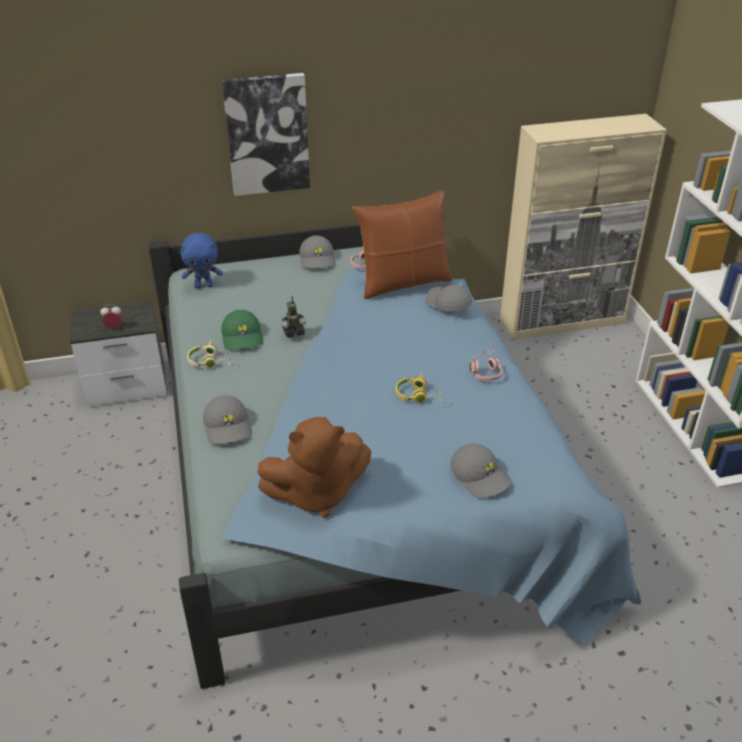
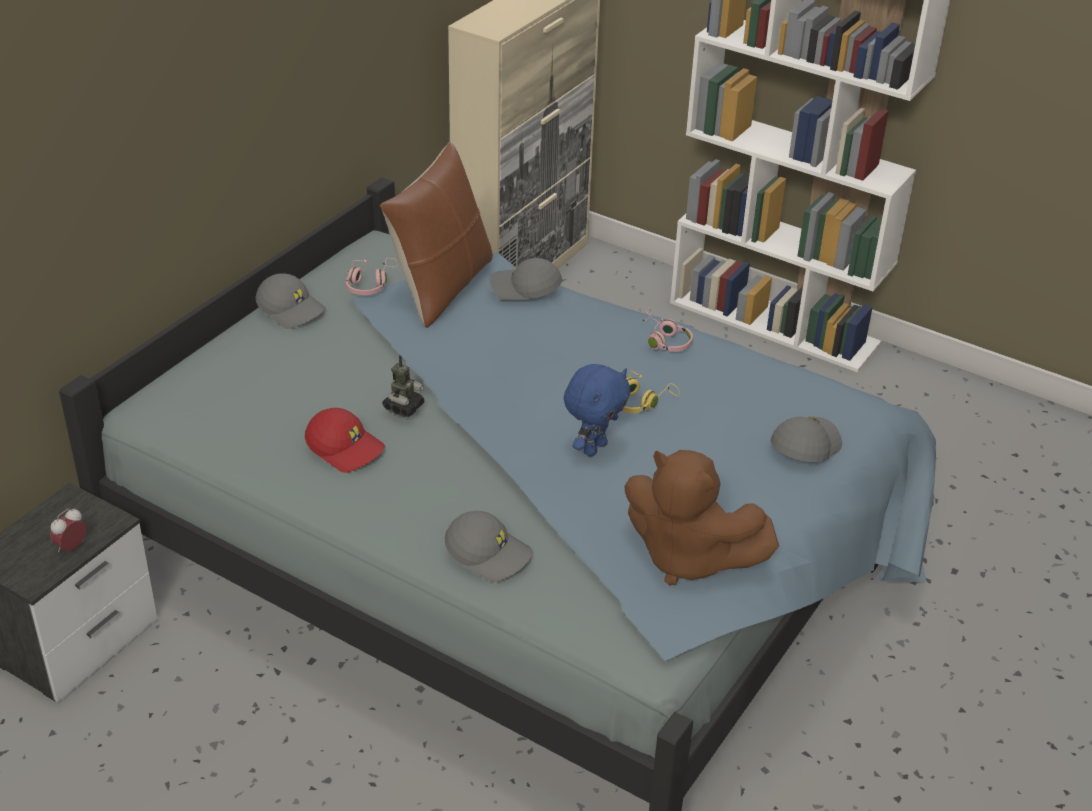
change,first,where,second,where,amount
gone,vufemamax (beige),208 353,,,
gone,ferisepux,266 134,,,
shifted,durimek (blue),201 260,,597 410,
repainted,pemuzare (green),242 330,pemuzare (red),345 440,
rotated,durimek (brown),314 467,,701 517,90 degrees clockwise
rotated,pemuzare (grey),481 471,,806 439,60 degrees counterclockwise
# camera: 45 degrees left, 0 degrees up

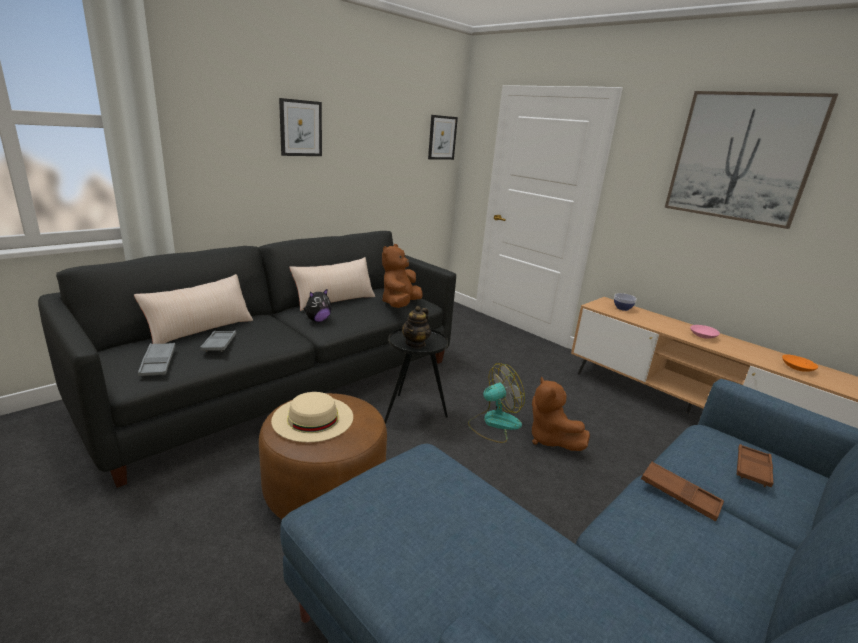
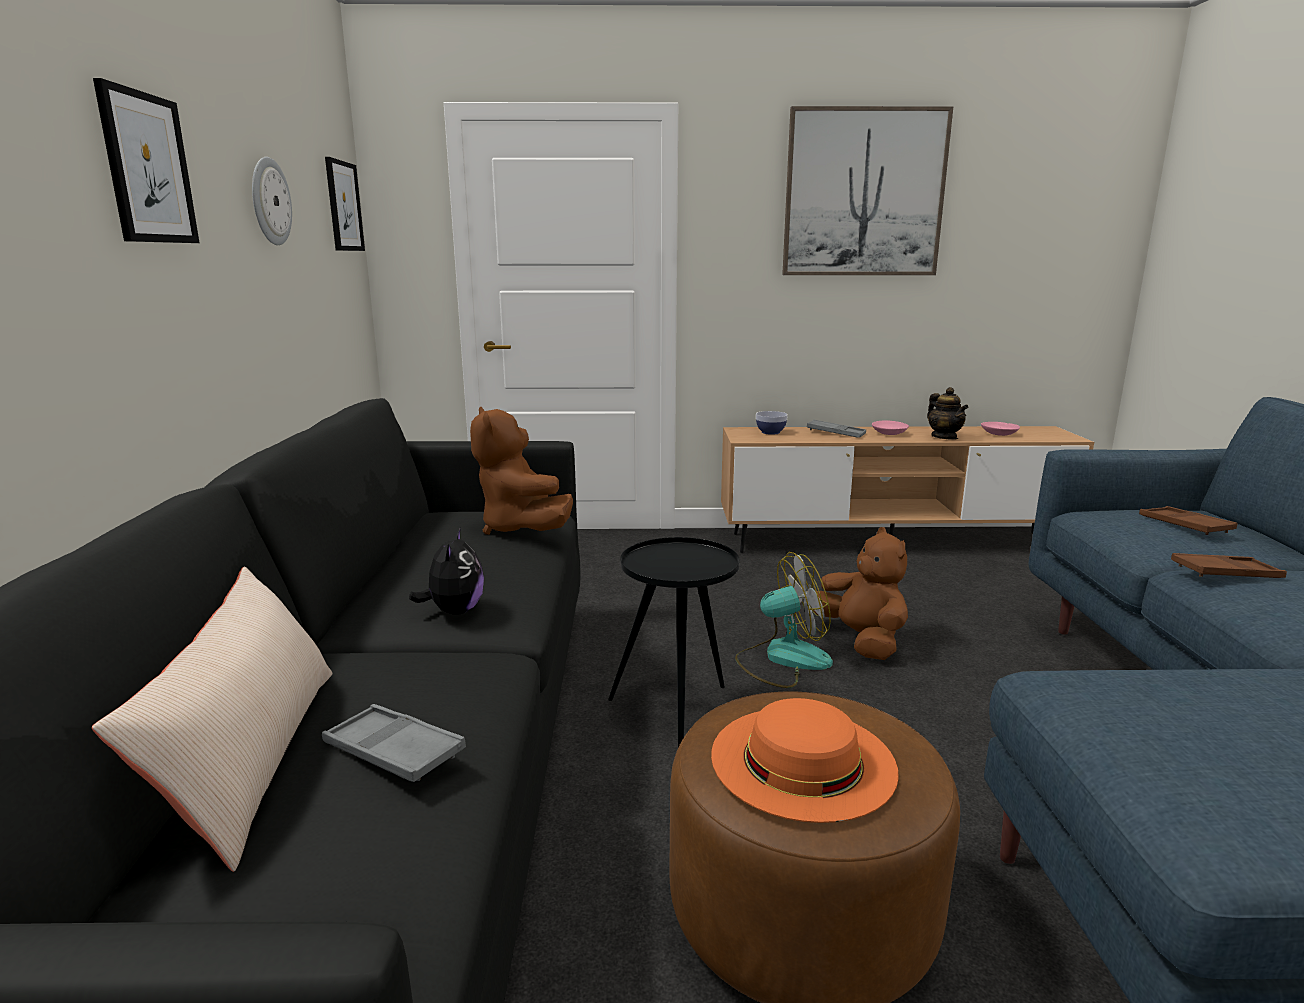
change,first,where,second,where,amount
gone,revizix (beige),332 284,,,
new,,,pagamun,272 201,
shifted,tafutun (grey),156 359,,836 428,
shifted,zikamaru,416 327,,947 413,
repainted,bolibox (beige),312 417,bolibox (orange),805 760,
repainted,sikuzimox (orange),800 363,sikuzimox (pink),1000 429,
rotated,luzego,496 403,,784 620,60 degrees clockwise
rotated,durimek (brown),561 413,,859 593,135 degrees counterclockwise
# camera: 45 degrees left, 5 degrees down

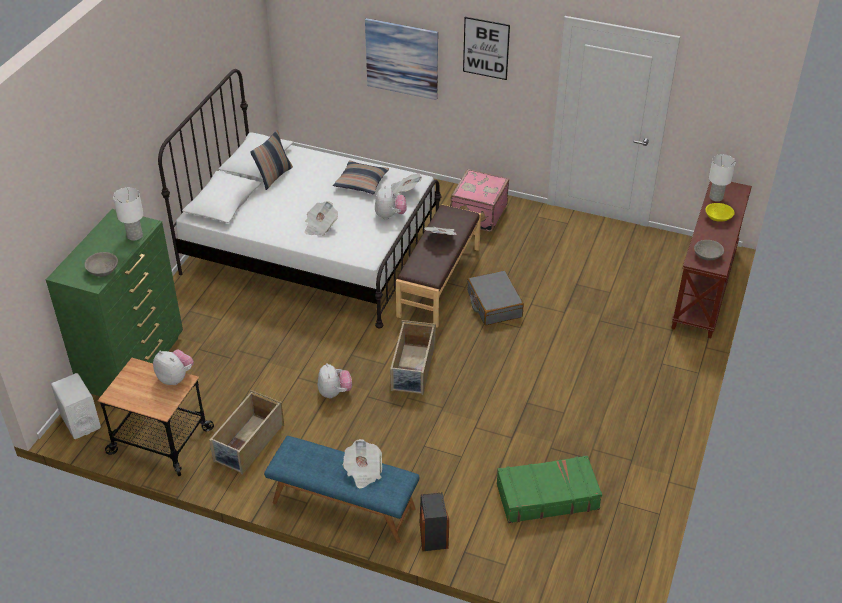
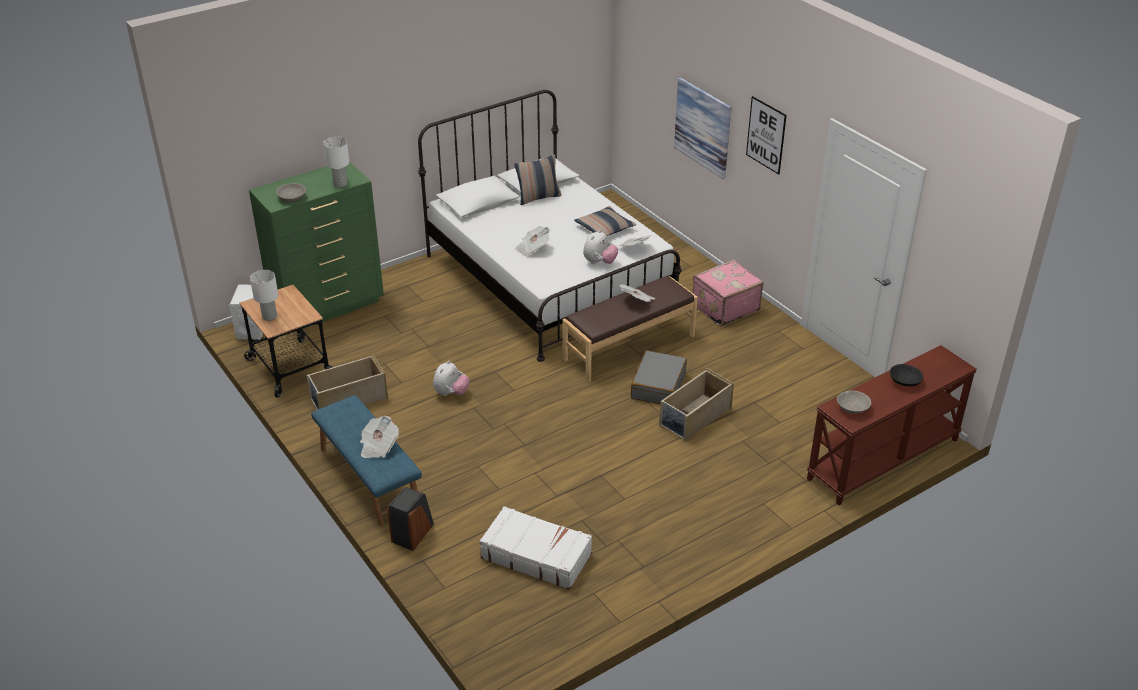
change,first,where,second,where,amount
gone,durimek,173 367,,,
shifted,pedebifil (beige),413 357,,696 405,
shifted,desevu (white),722 178,,264 295,
repainted,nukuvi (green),549 489,nukuvi (white),536 548,
repainted,sikuzimox (yellow),720 212,sikuzimox (black),906 375,
# camera: 35 degrees right, 5 degrees down

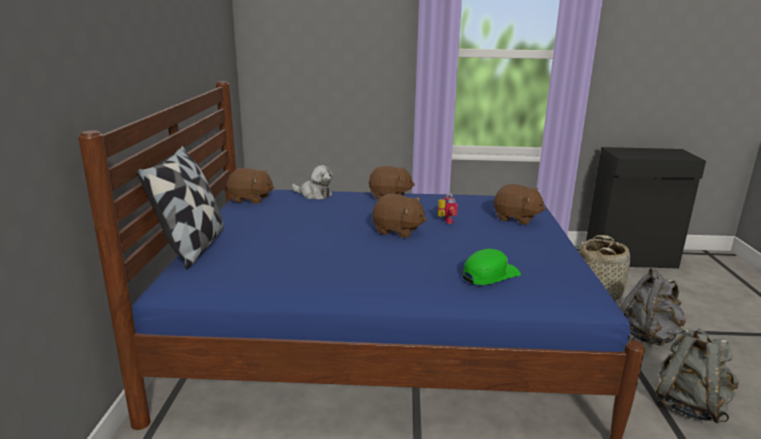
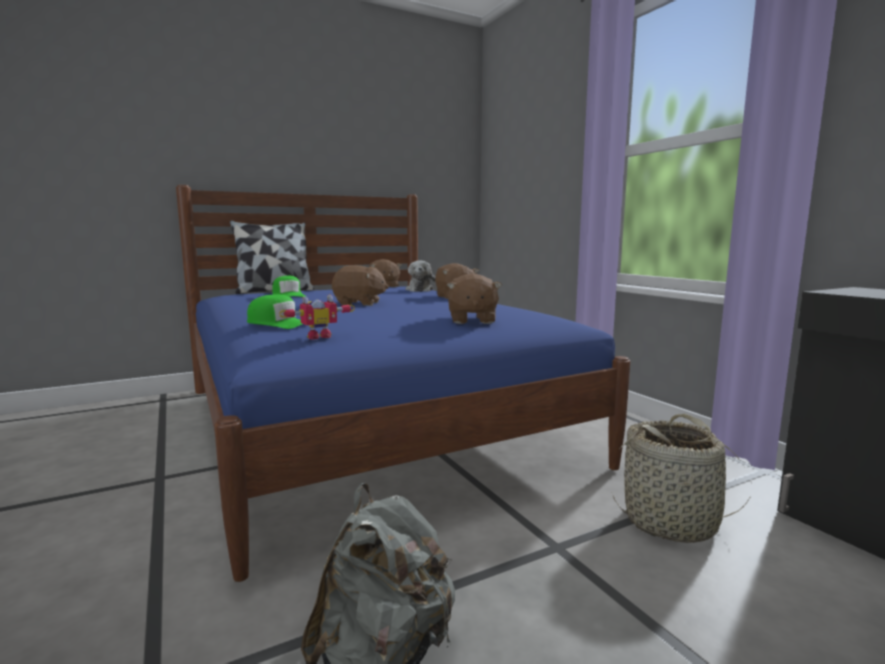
change,first,where,second,where,amount
gone,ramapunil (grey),653 306,,,
new,,,pemuzare (green),289 286,
shifted,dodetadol,447 208,,317 317,
rotated,durimek (brown),399 216,,360 285,75 degrees counterclockwise
# camera: 60 degrees right, 10 degrees down

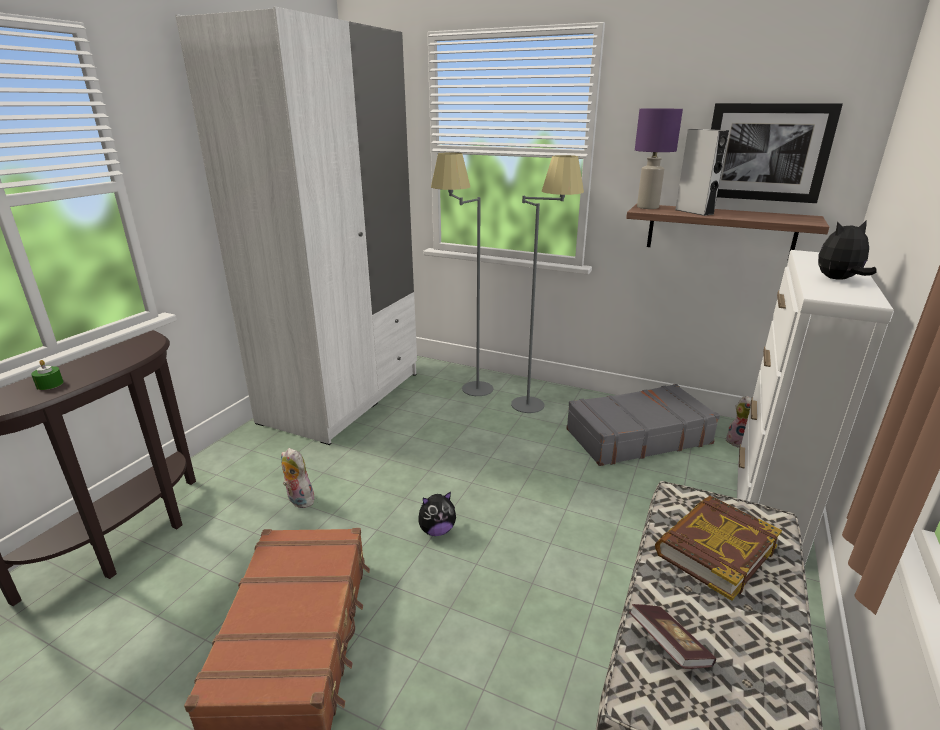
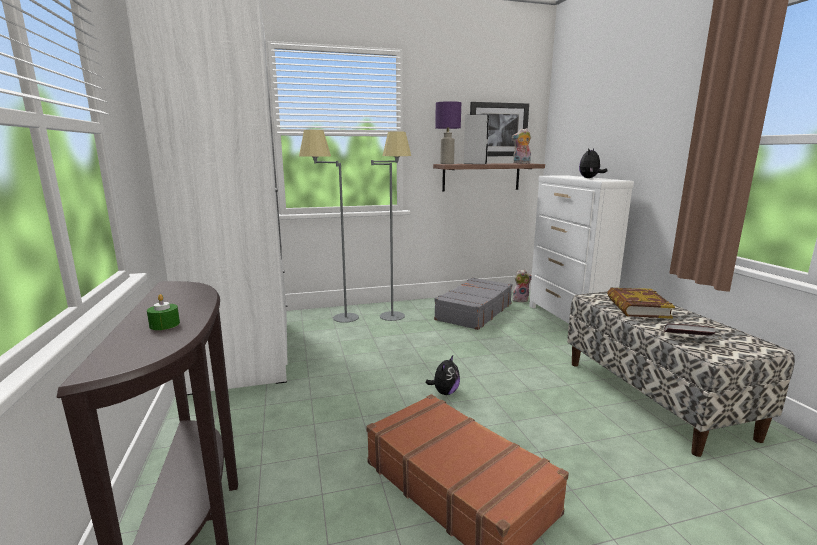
change,first,where,second,where,amount
shifted,durimek,298 478,,521 146,
# camera: 40 degrees left, 10 degrees down

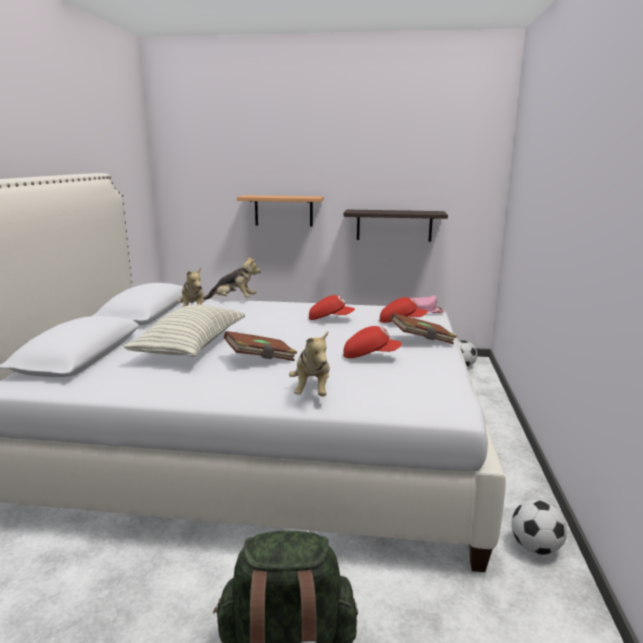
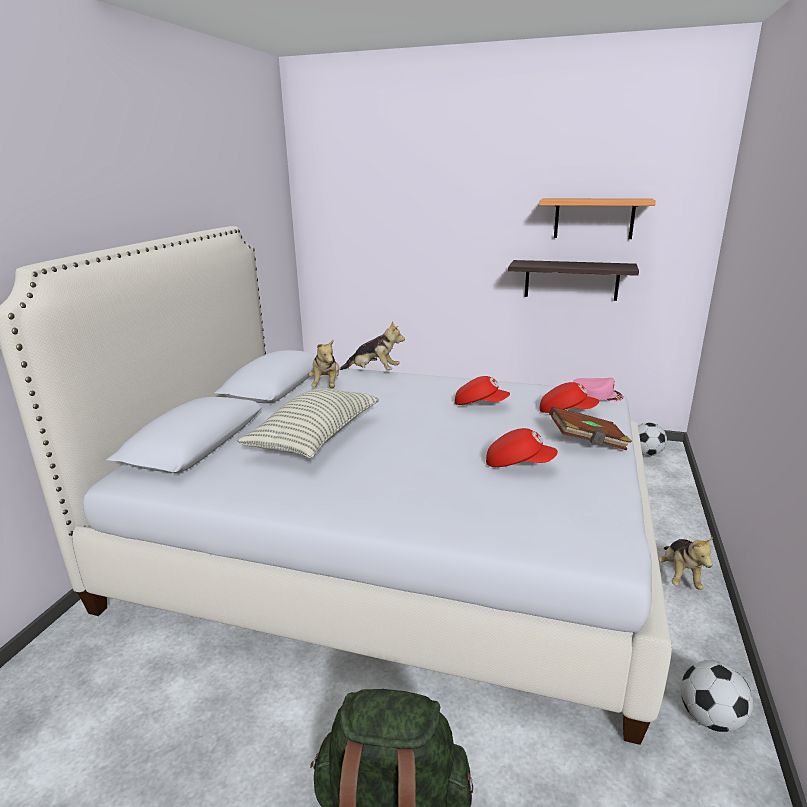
change,first,where,second,where,amount
gone,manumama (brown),260 346,,,
shifted,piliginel,280 211,,597 218,
shifted,durimek,309 364,,685 563,
# camera: 10 degrees right, 5 degrees up

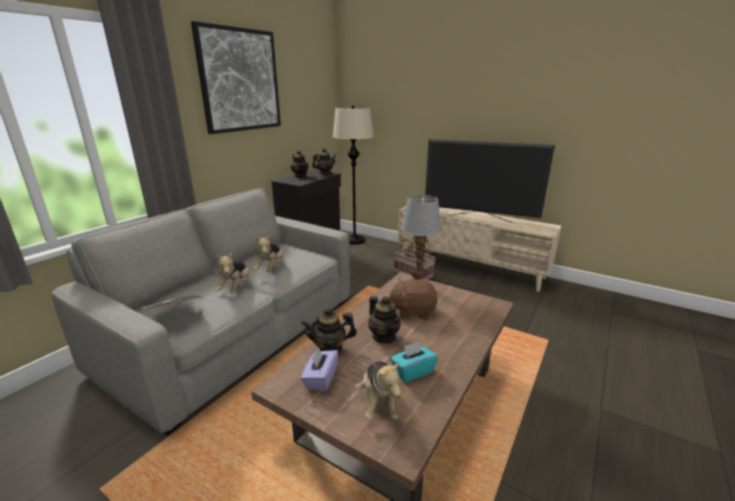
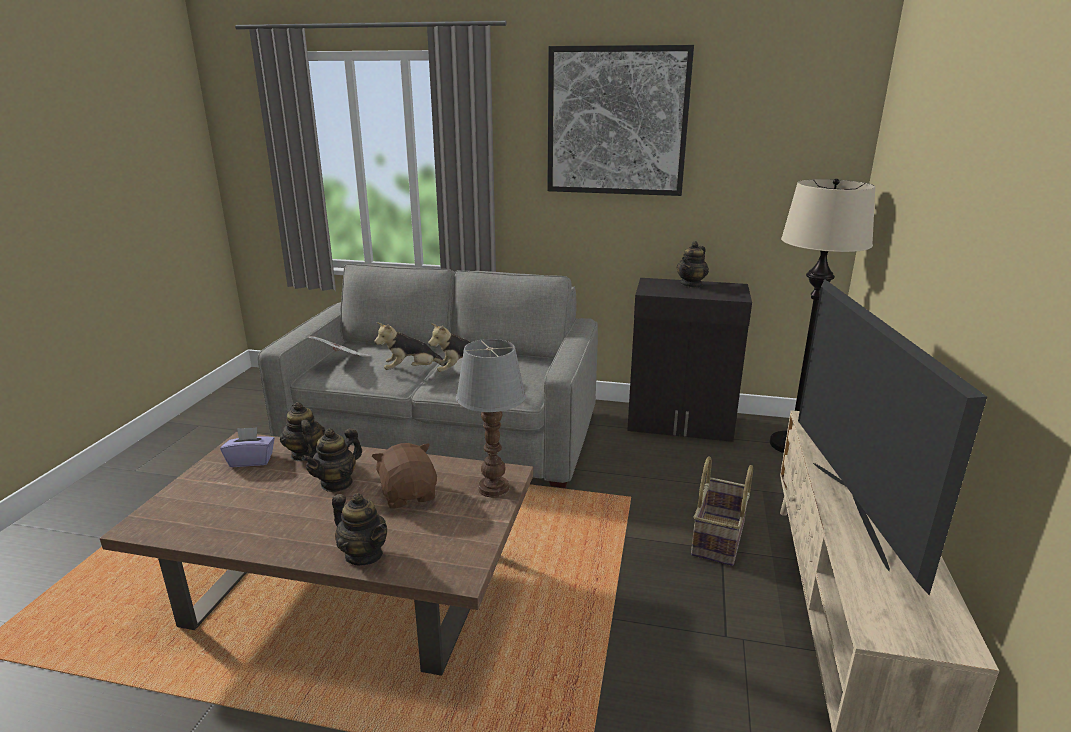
change,first,where,second,where,amount
gone,durimek,378 390,,,
gone,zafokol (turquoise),414 362,,,
shifted,zikamaru,324 161,,359 529,
# camera: 70 degrees right, 0 degrees up

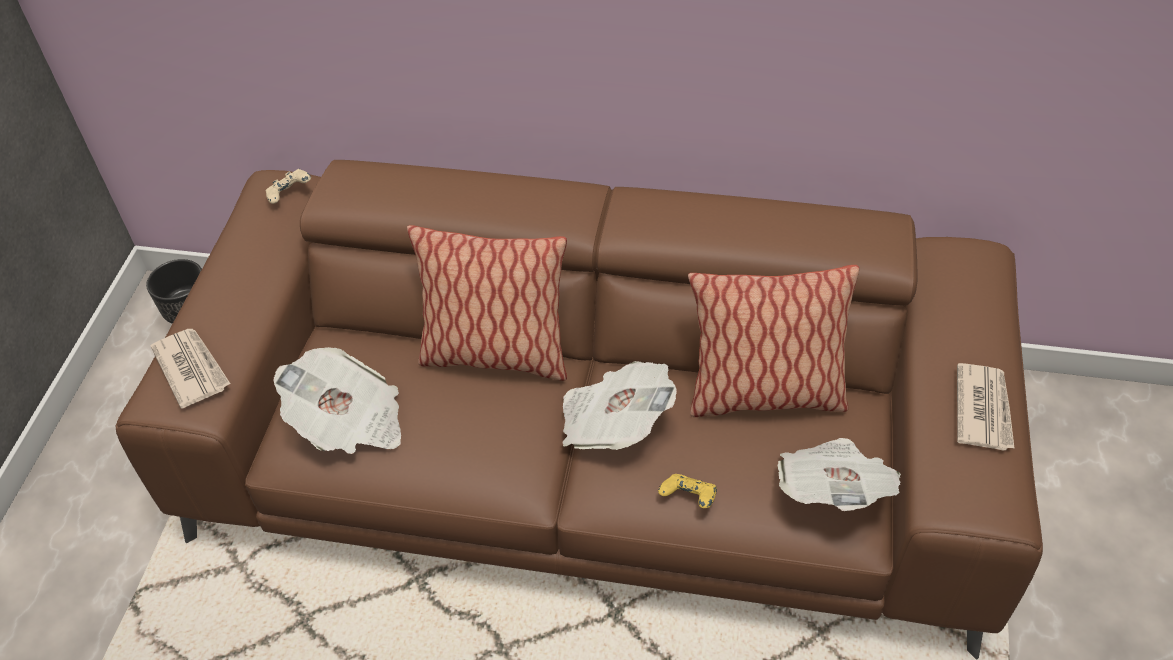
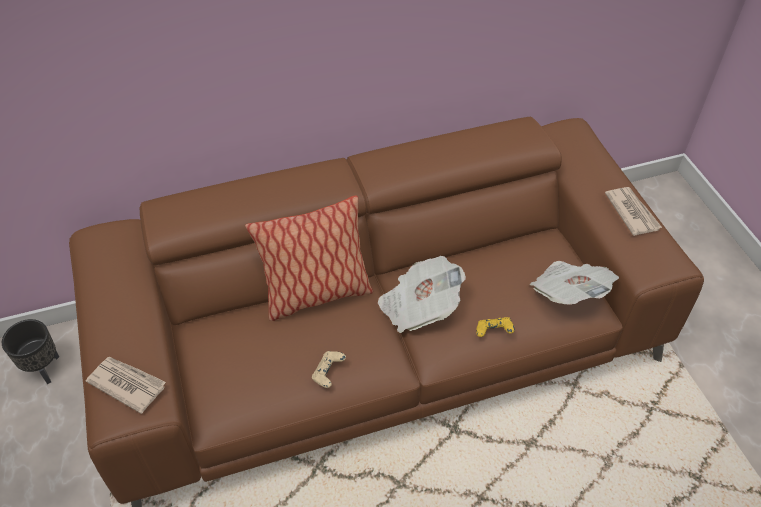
change,first,where,second,where,amount
gone,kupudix,337 400,,,
gone,revizix,773 341,,,
shifted,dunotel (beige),288 186,,329 369,
# camera: 30 degrees left, 0 degrees up

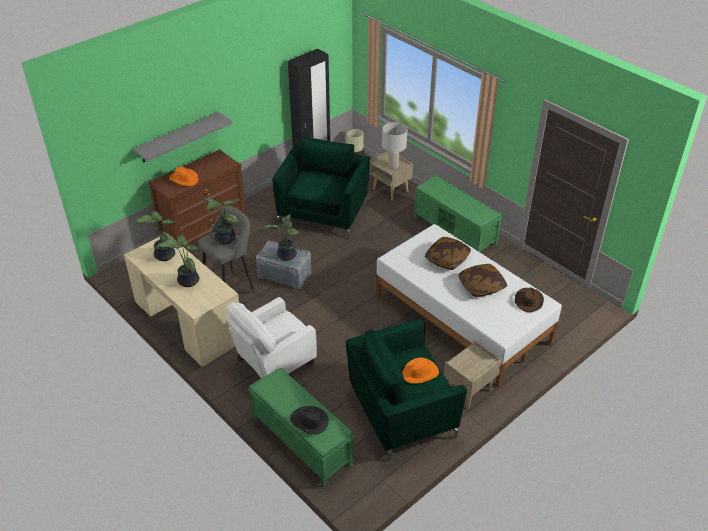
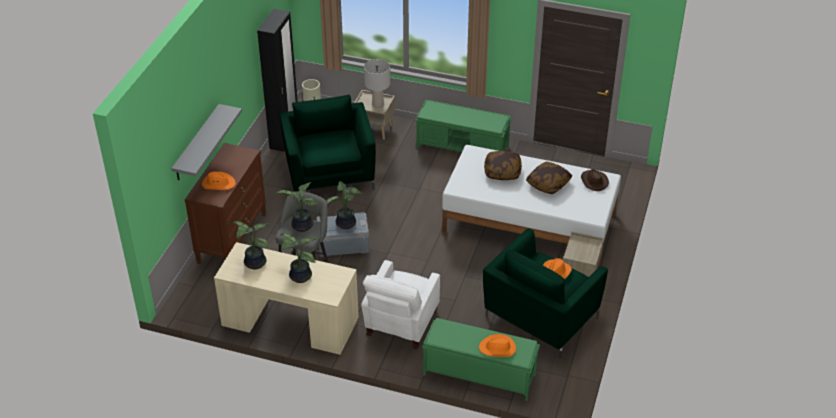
change,first,where,second,where,amount
repainted,bolibox (black),309 420,bolibox (orange),497 345,
# camera: 30 degrees left, 0 degrees up

